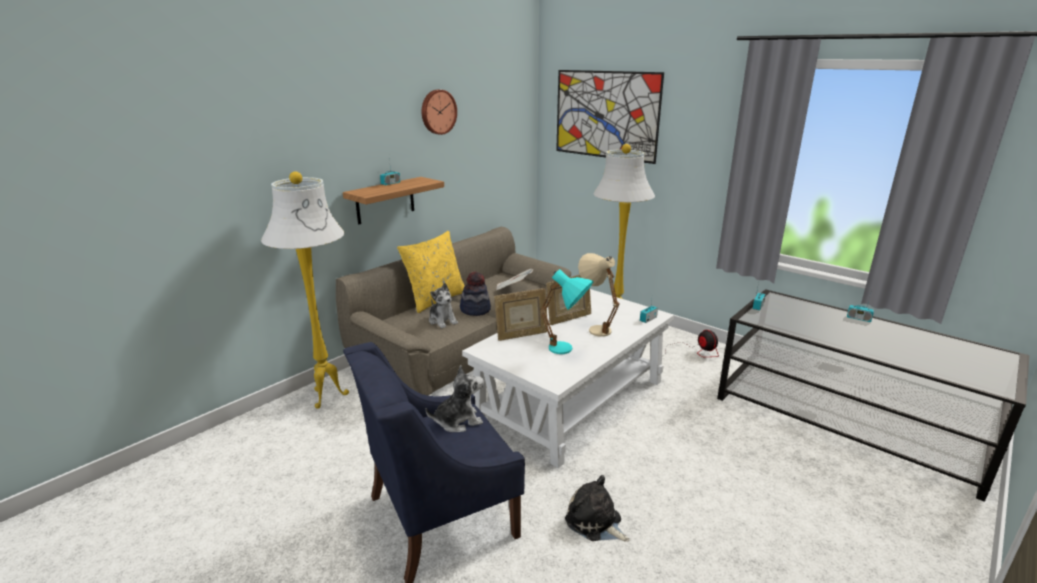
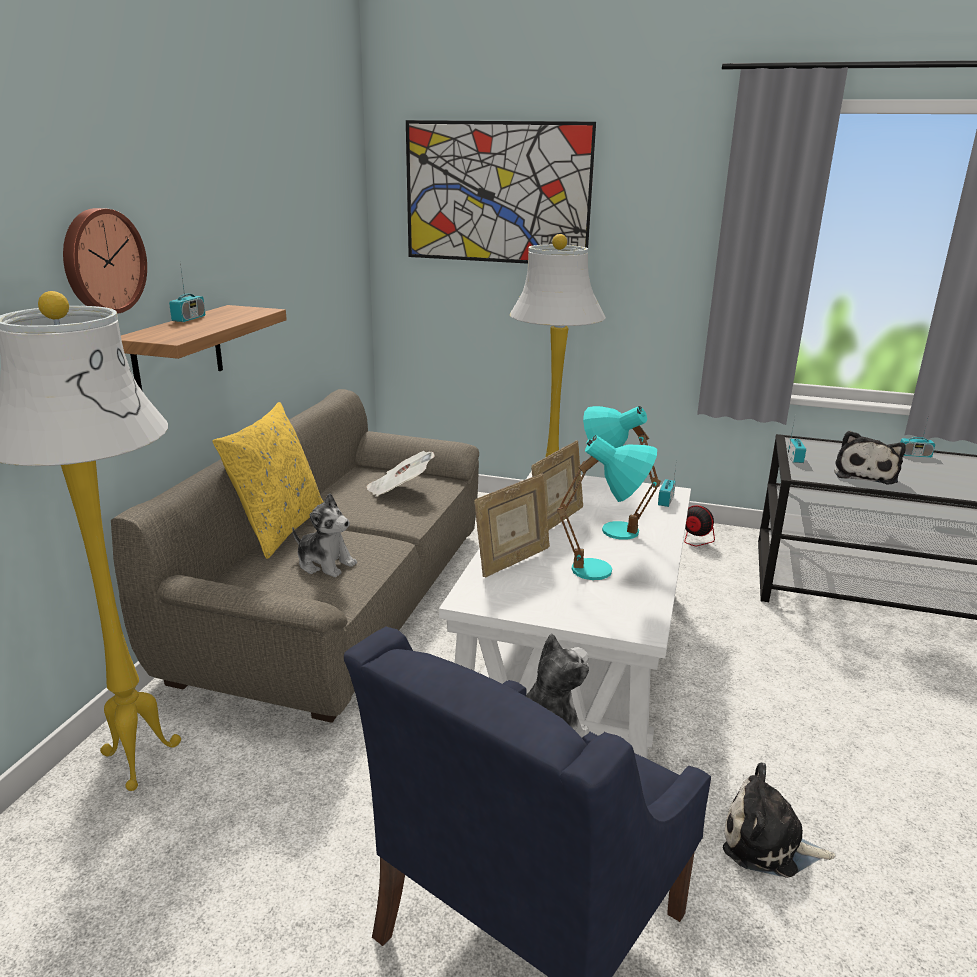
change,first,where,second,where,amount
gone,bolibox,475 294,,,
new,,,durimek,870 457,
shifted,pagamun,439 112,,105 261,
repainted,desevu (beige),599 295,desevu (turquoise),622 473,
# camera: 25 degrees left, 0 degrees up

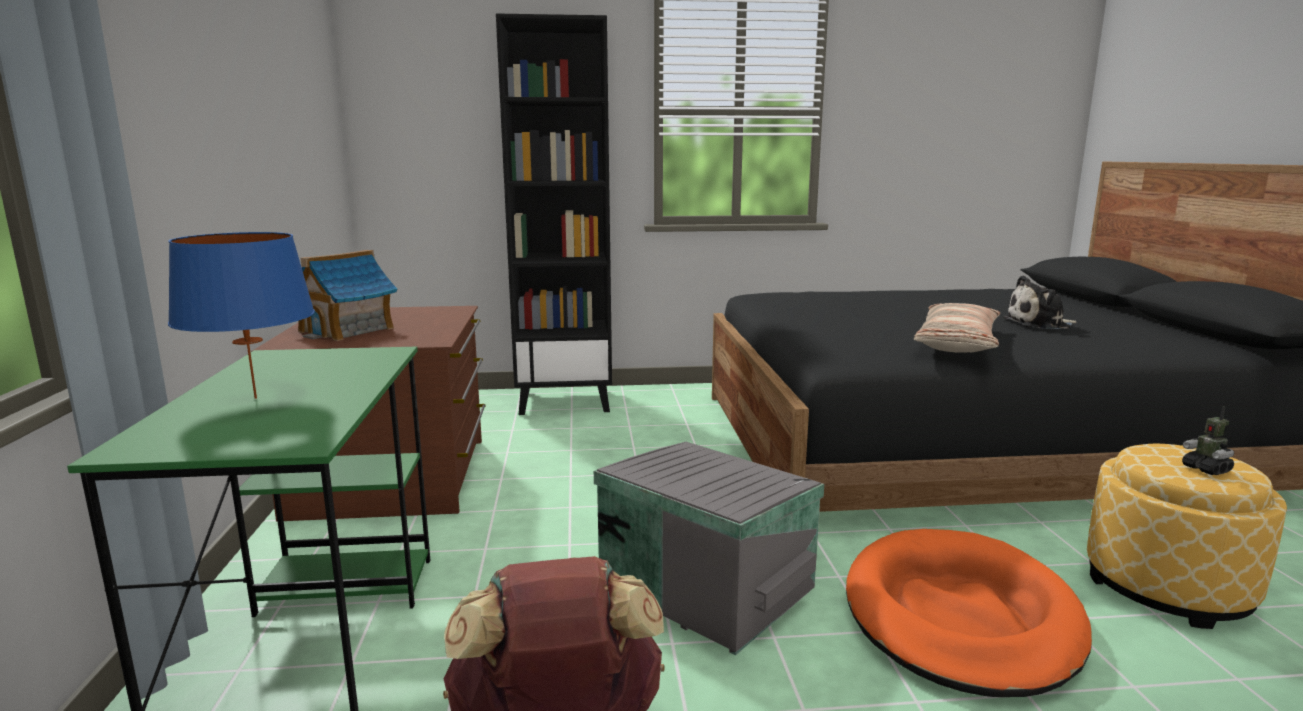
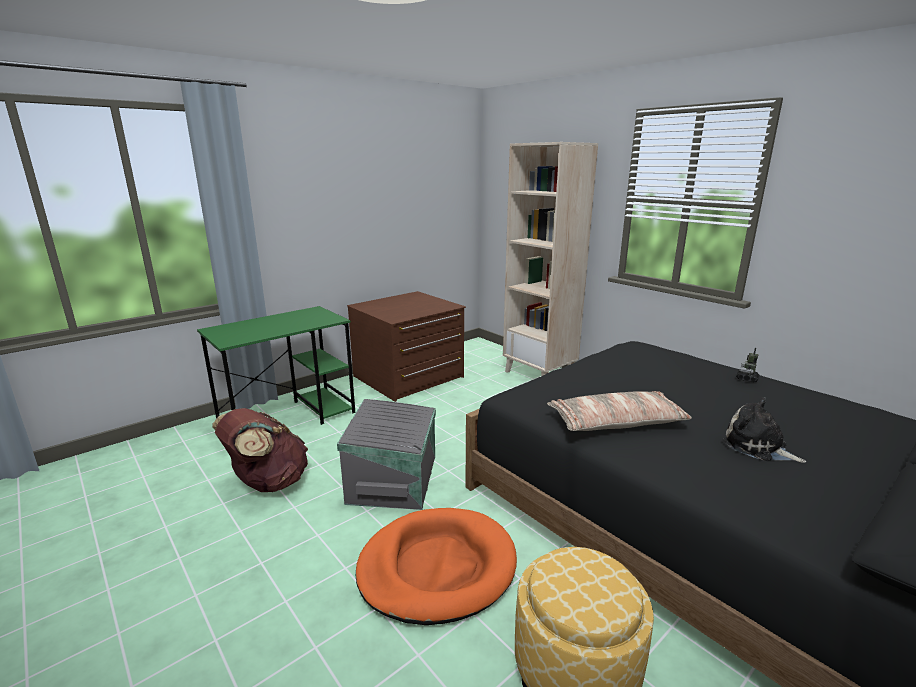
change,first,where,second,where,amount
gone,desevu (blue),241 315,,,
gone,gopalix,348 295,,,
shifted,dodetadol,1208 440,,747 365,
repainted,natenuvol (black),554 214,natenuvol (beige),550 259,
# camera: 55 degrees right, 5 degrees up

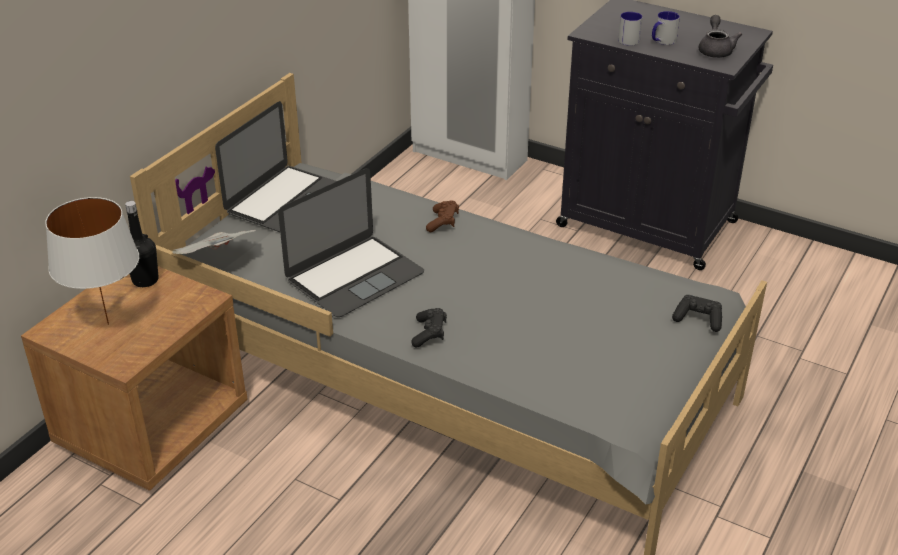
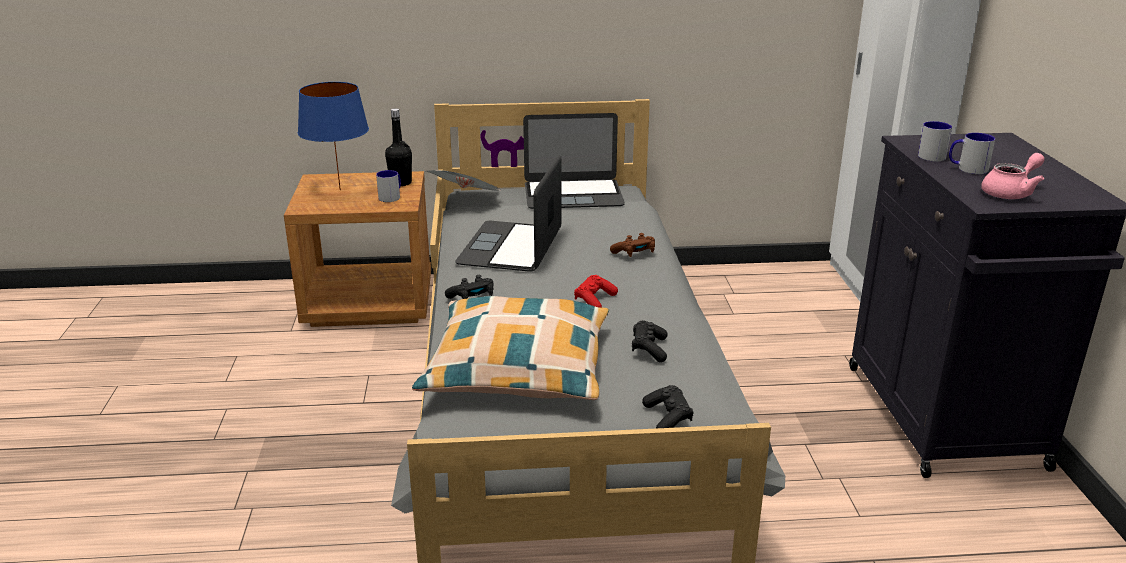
change,first,where,second,where,amount
new,,,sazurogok,388 186,
new,,,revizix,510 348,
new,,,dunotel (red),596 291,
new,,,dunotel (black),650 341,
repainted,desevu (white),92 261,desevu (blue),333 136,
repainted,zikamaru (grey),720 36,zikamaru (pink),1013 176,
rotated,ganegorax,351 242,,508 213,90 degrees clockwise
# camera: 55 degrees right, 10 degrees down

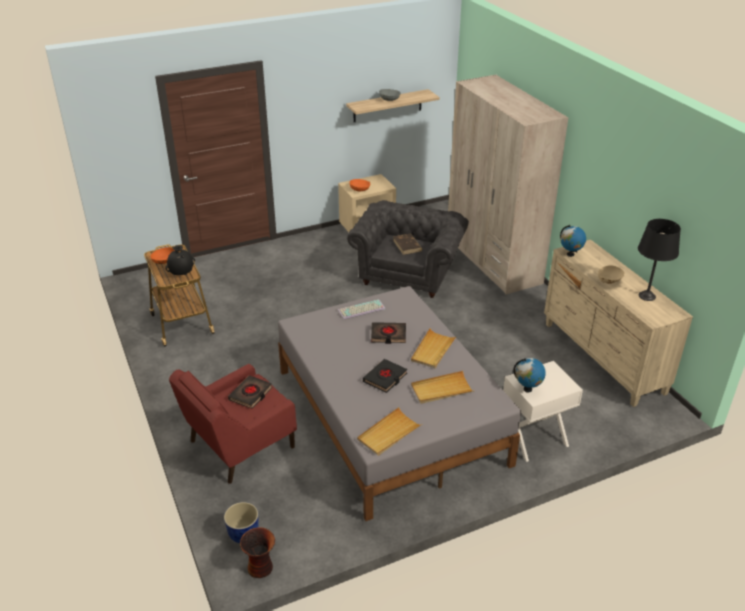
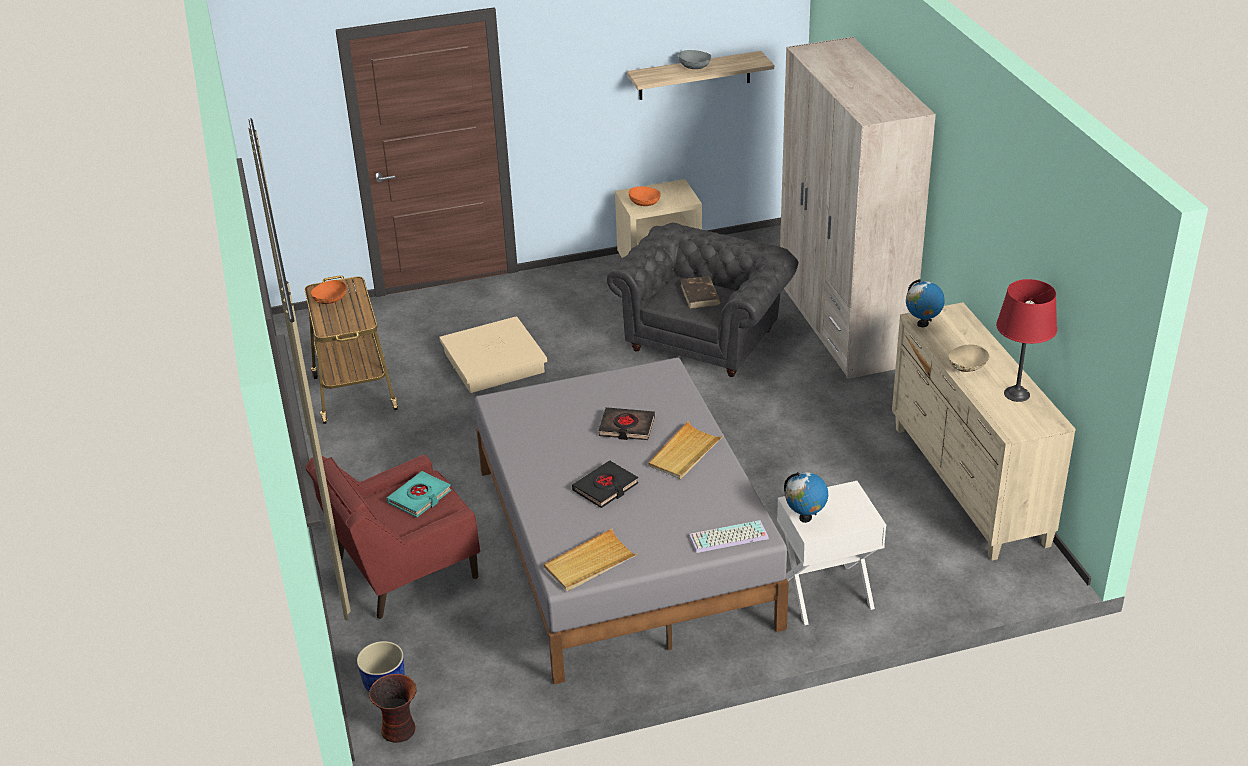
change,first,where,second,where,amount
gone,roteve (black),180 260,,,
gone,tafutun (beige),443 387,,,
new,,,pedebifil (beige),493 354,
shifted,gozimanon,361 310,,729 536,
repainted,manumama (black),250 392,manumama (turquoise),419 494,
repainted,desevu (black),659 260,desevu (red),1026 340,
# camera: 10 degrees right, 0 degrees up

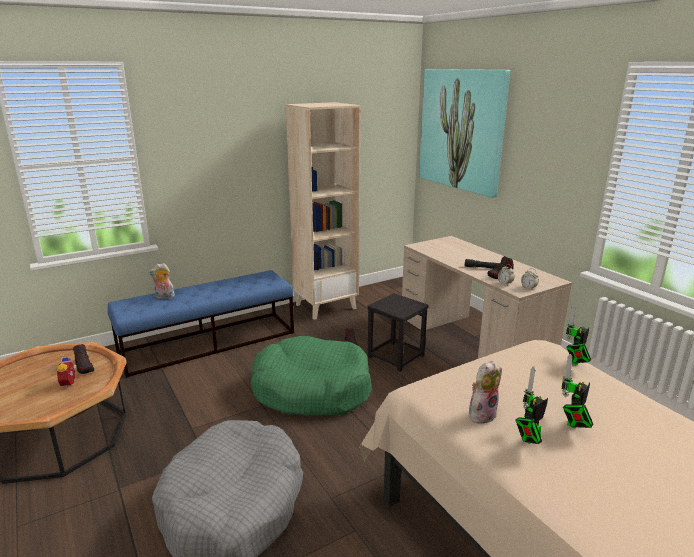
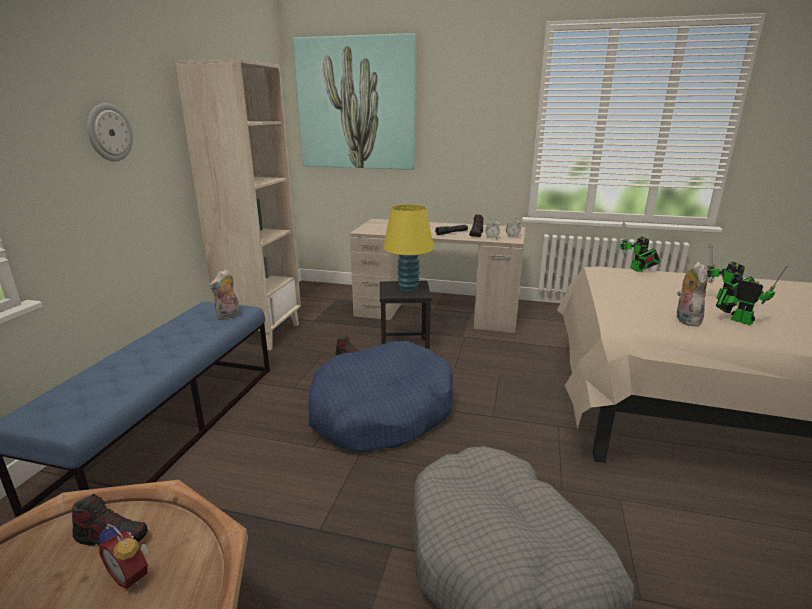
change,first,where,second,where,amount
new,,,pagamun,110 132,
new,,,desevu (yellow),408 247,
shifted,durimek,161 281,,224 294,
repainted,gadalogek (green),310 376,gadalogek (blue),380 396,
rotated,dodetadol,531 405,,752 294,135 degrees clockwise
# camera: 45 degrees left, 0 degrees up

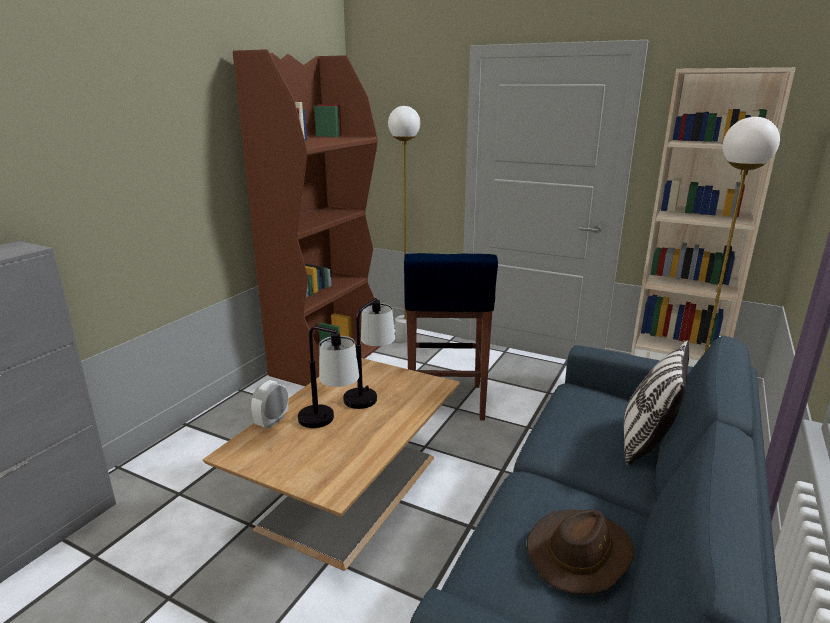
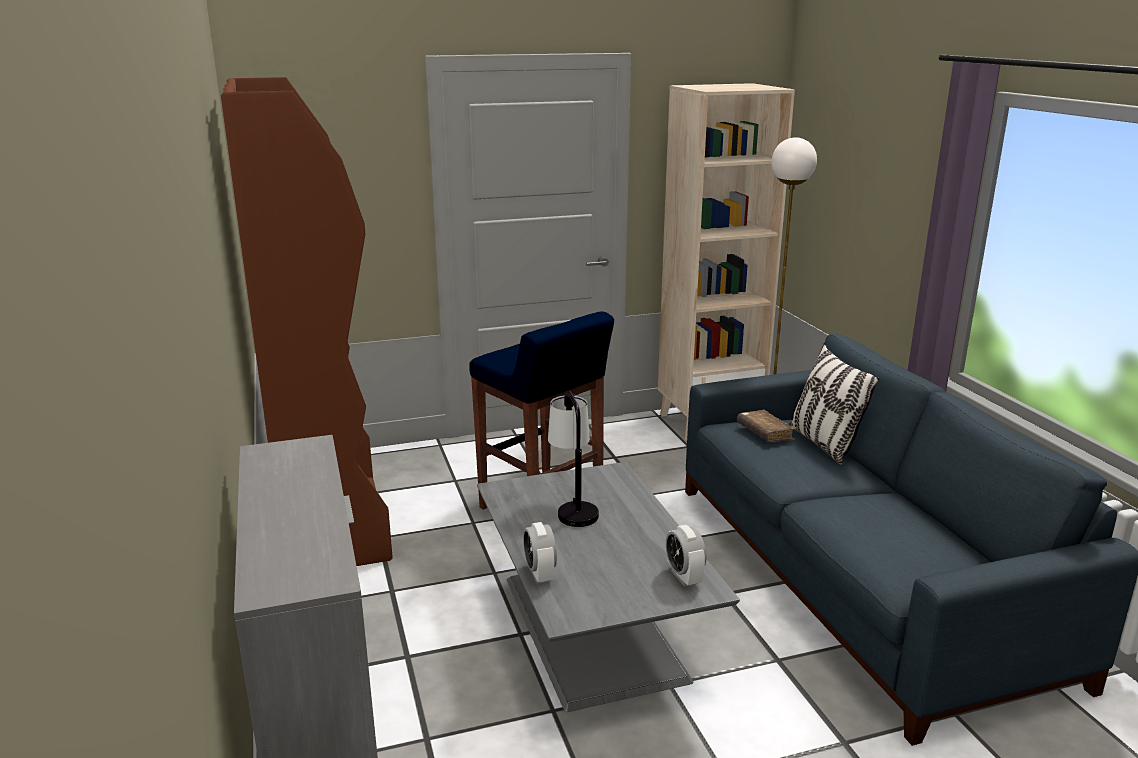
change,first,where,second,where,amount
gone,desevu,328 377,,,
gone,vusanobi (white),404 224,,,
gone,bolibox (brown),580 551,,,
new,,,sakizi,686 556,
new,,,manumama (brown),766 426,
repainted,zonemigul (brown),331 464,zonemigul (grey),608 587,
# camera: 45 degrees left, 0 degrees up

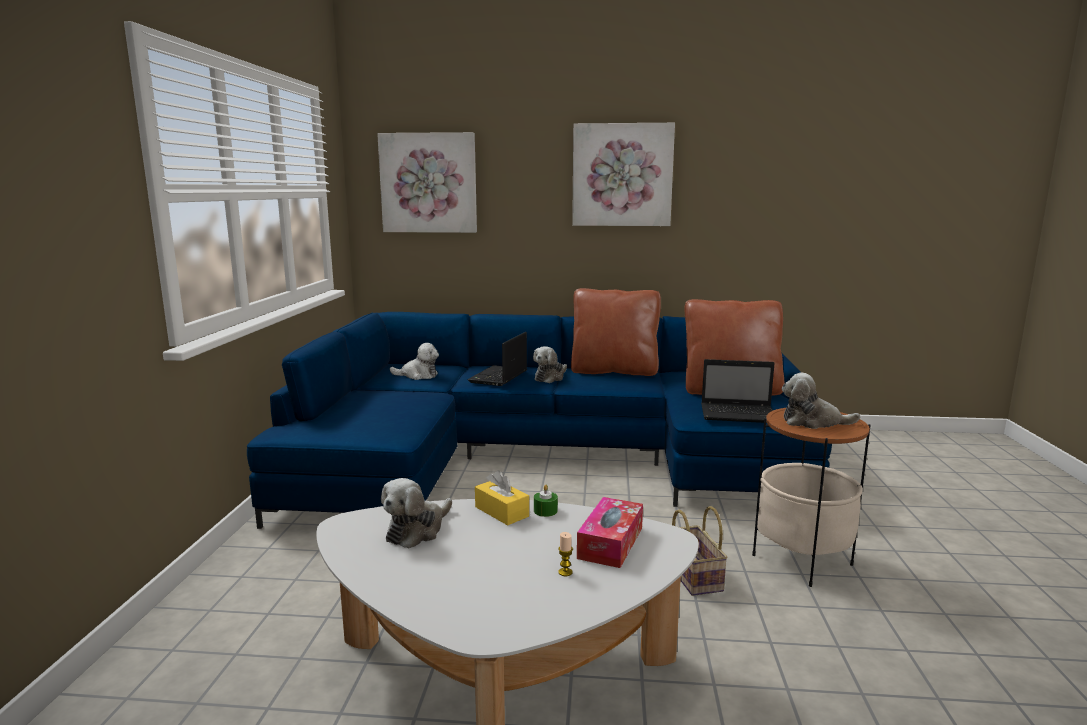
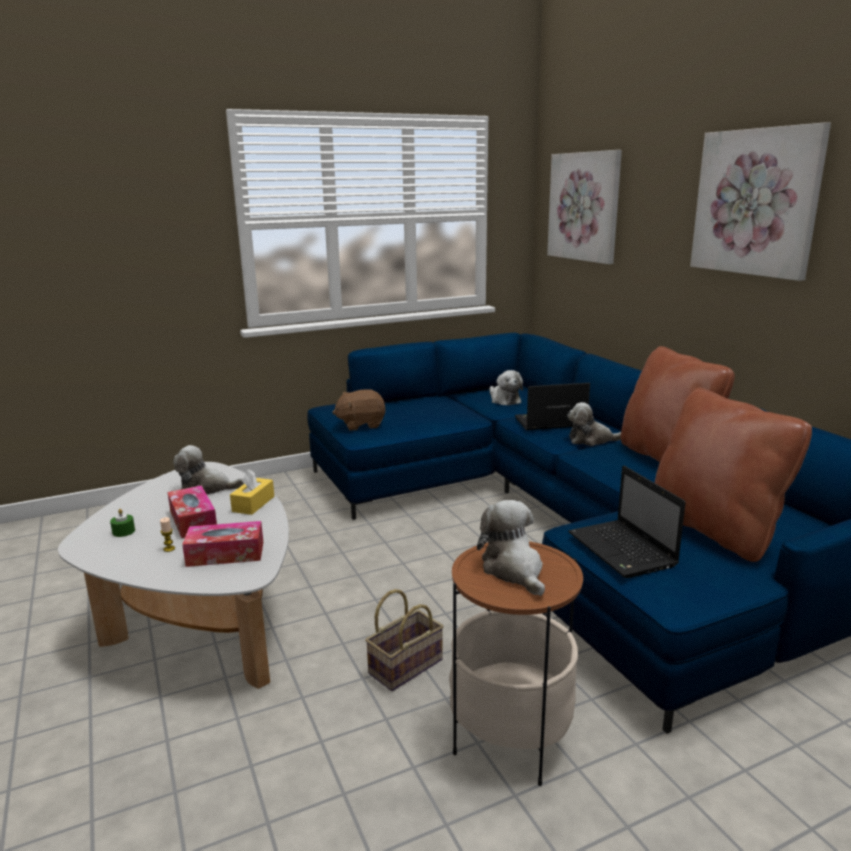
change,first,where,second,where,amount
new,,,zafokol,192 511,
new,,,durimek (brown),359 410,
shifted,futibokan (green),546 501,,122 523,
# camera: 60 degrees right, 5 degrees up

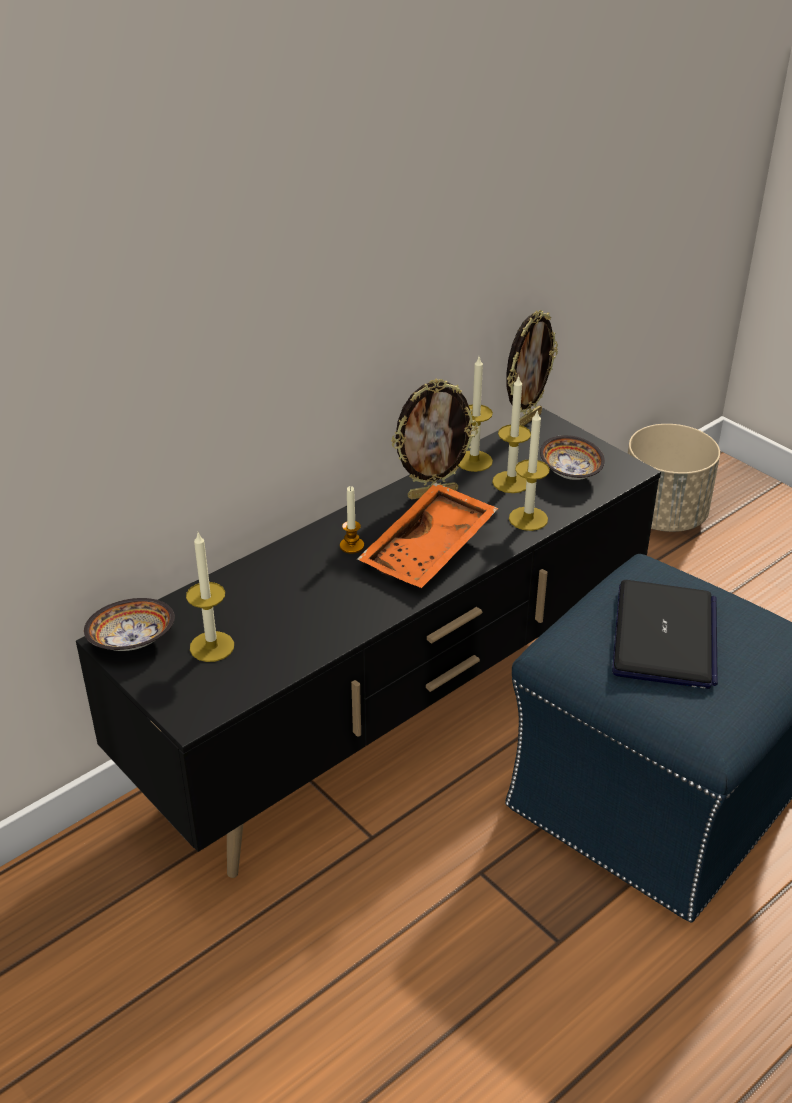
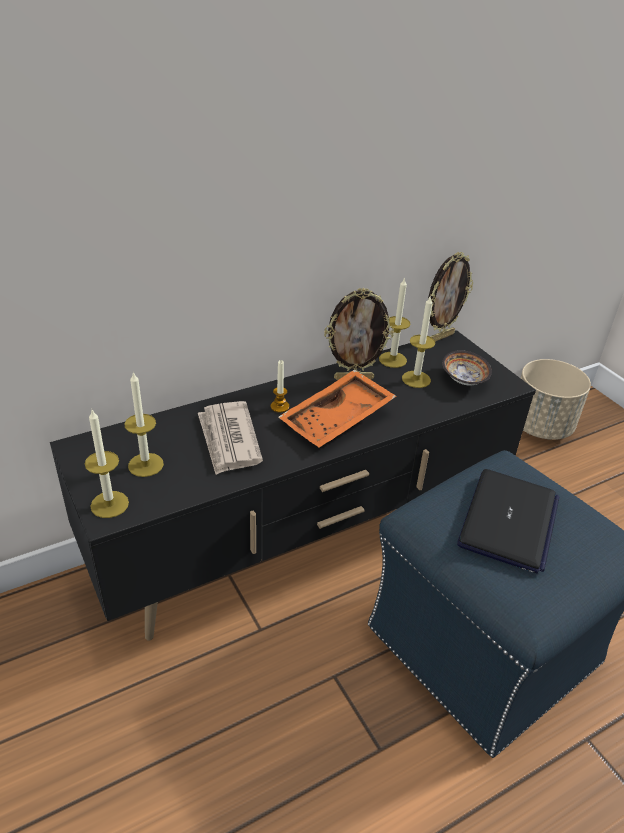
change,first,where,second,where,amount
gone,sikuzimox,129 624,,,
new,,,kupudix,230 438,
shifted,futibokan,529 470,,107 464,
# camera: 10 degrees right, 0 degrees up

